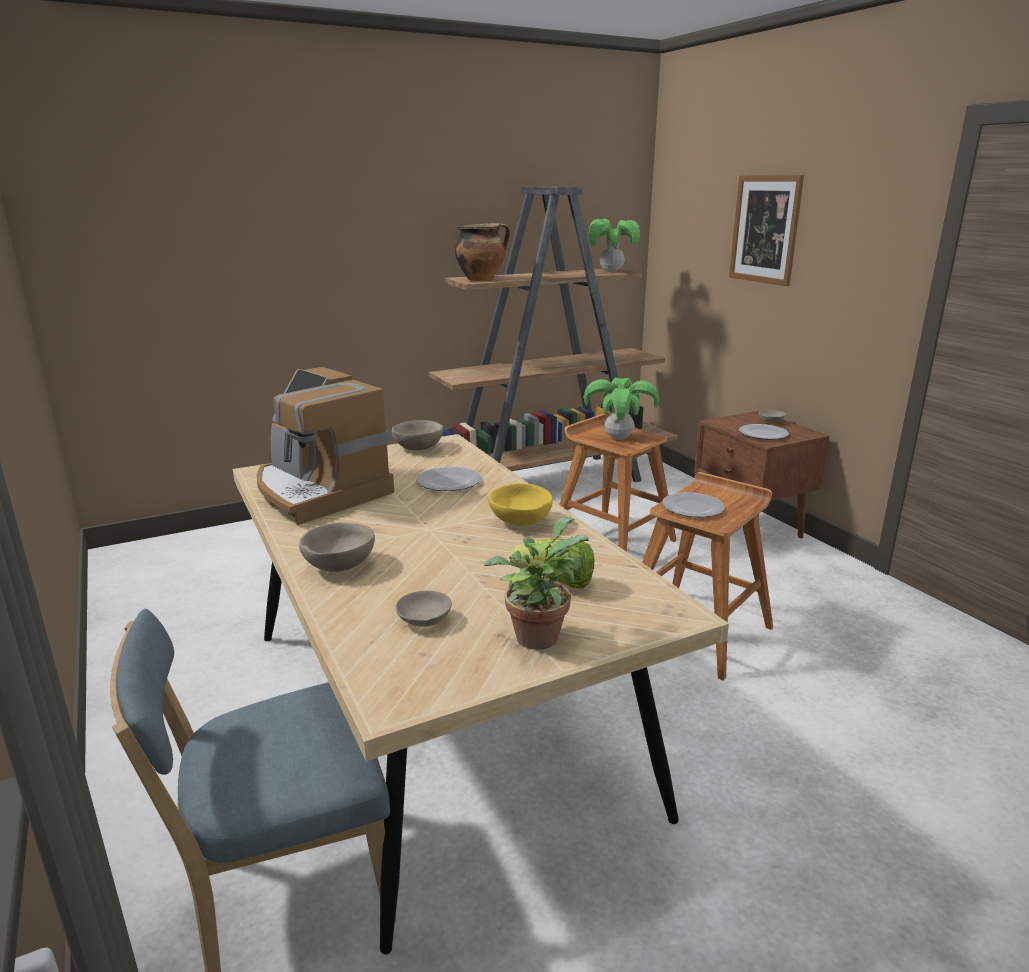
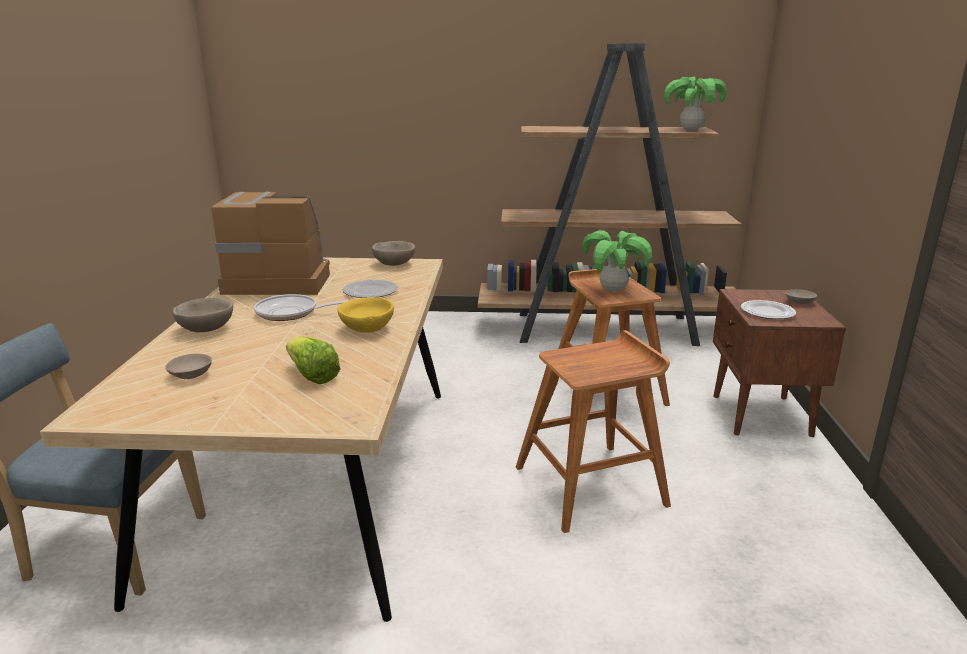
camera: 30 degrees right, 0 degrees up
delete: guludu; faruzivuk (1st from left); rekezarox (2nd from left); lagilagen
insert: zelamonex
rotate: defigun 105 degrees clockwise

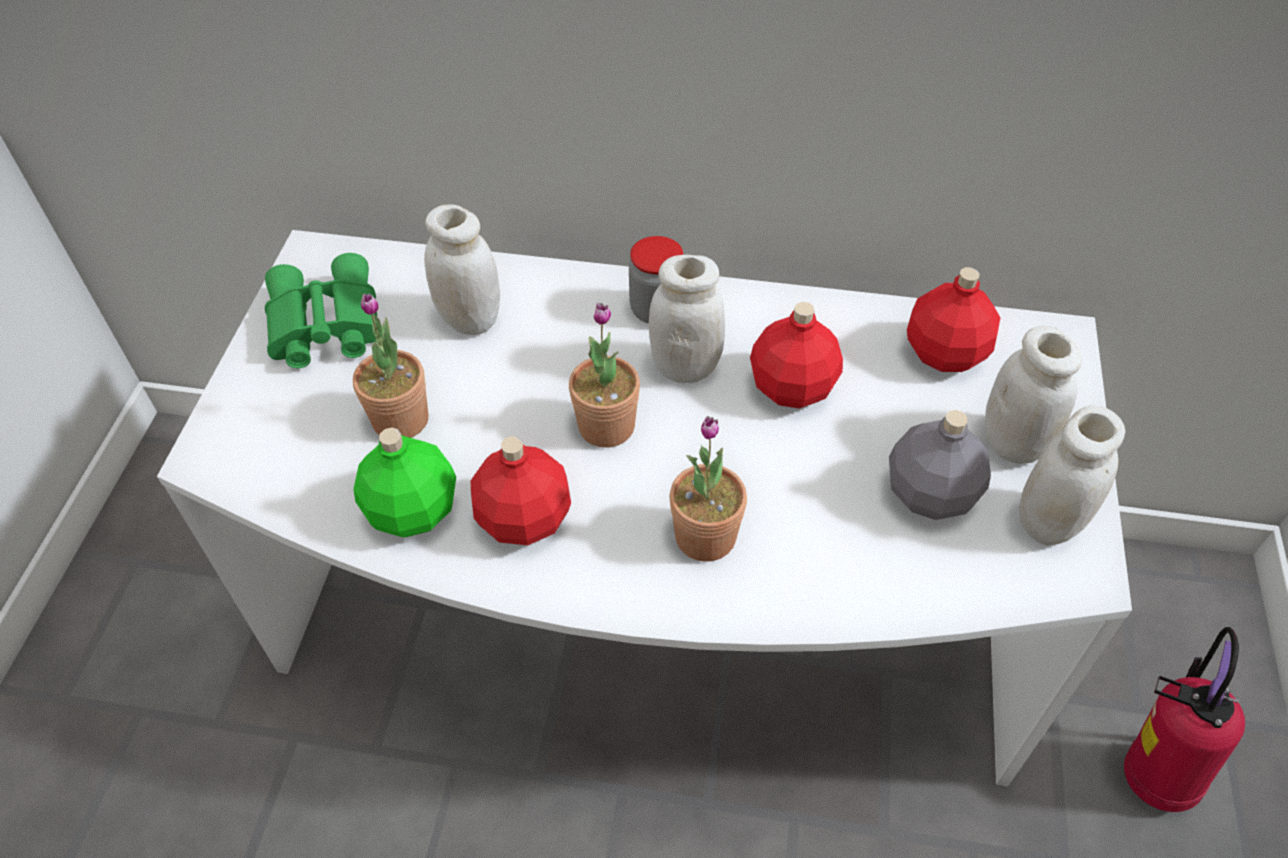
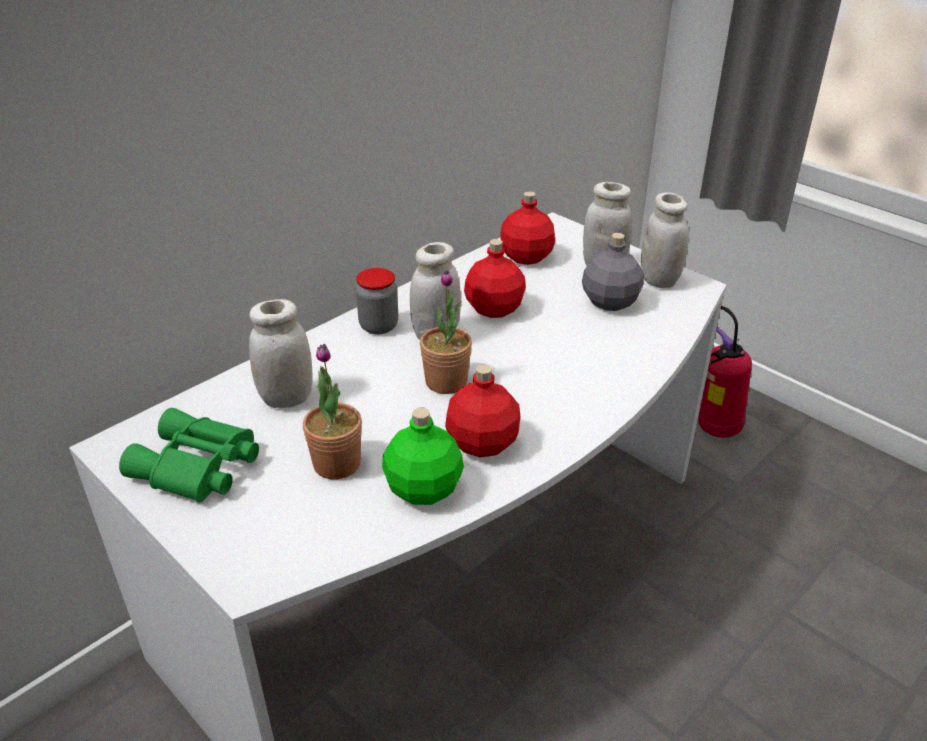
camera: 55 degrees left, 15 degrees down
delete: faruzivuk (3rd from left)

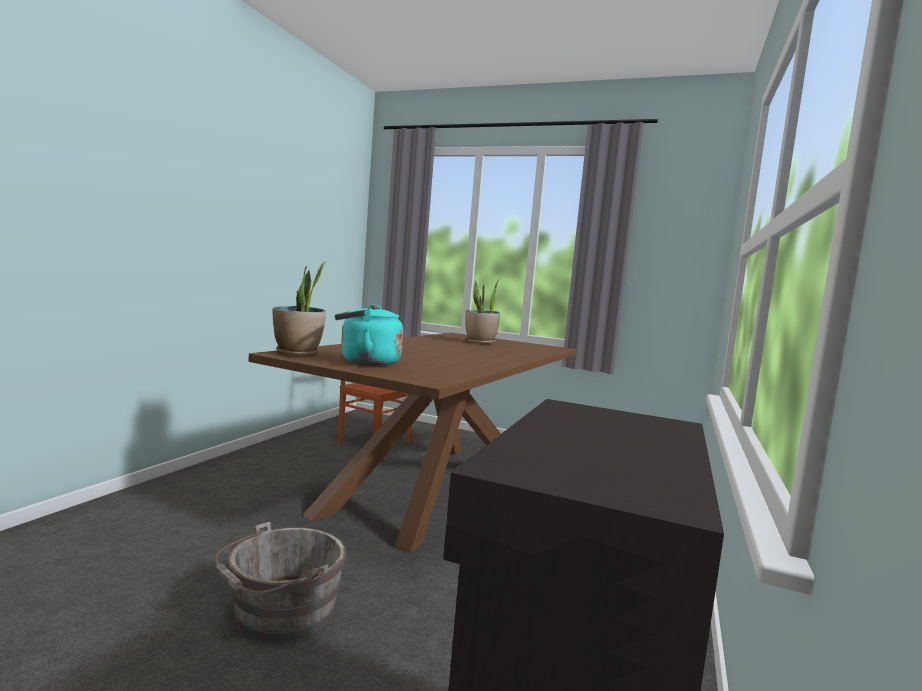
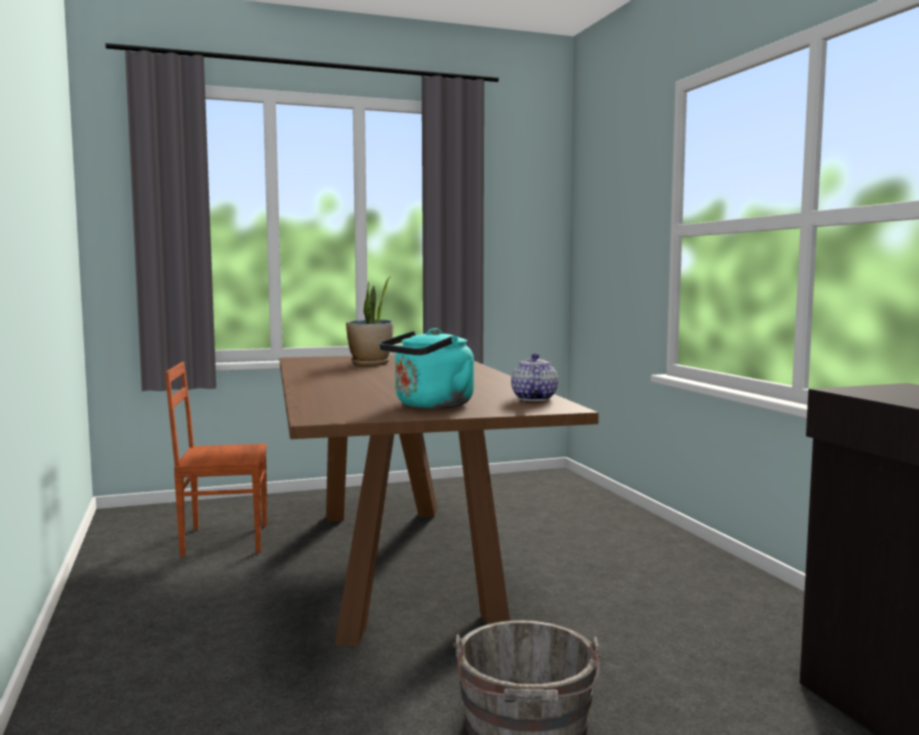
camera: 40 degrees left, 0 degrees up
delete: faruzivuk (1st from left)
insert: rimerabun

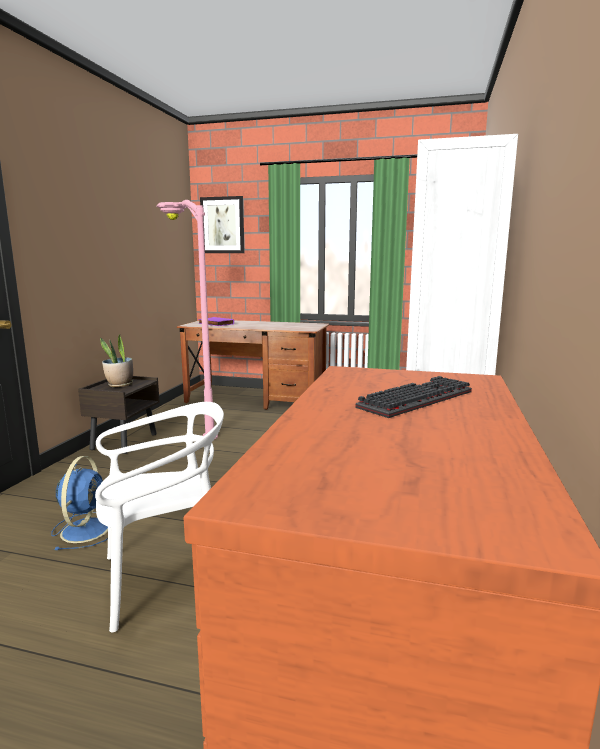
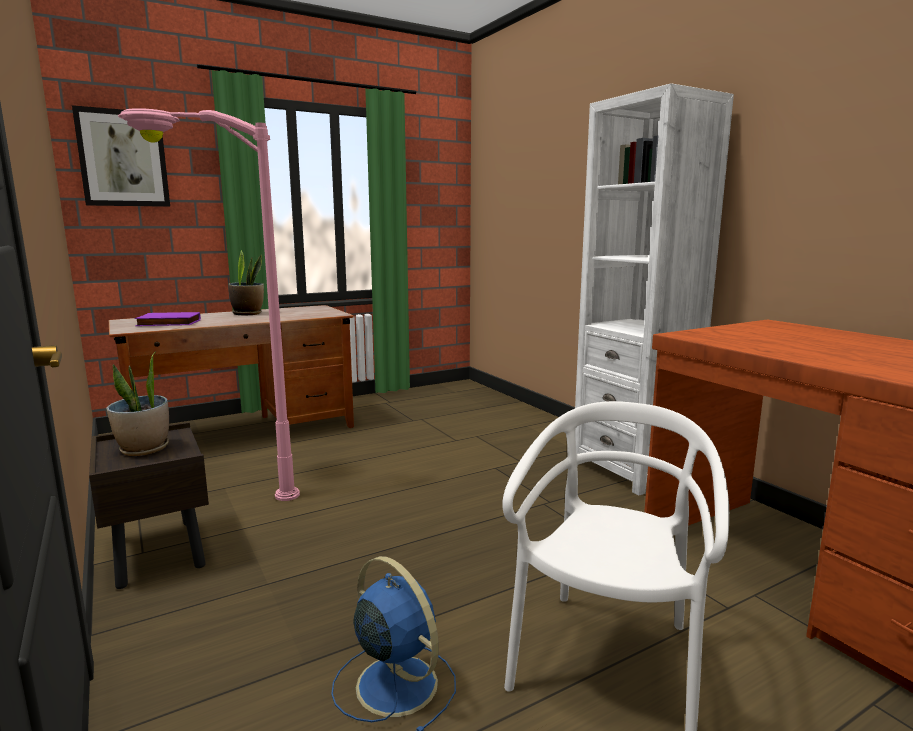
camera: 45 degrees left, 0 degrees up
delete: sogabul
insert: faruzivuk (2nd from left)

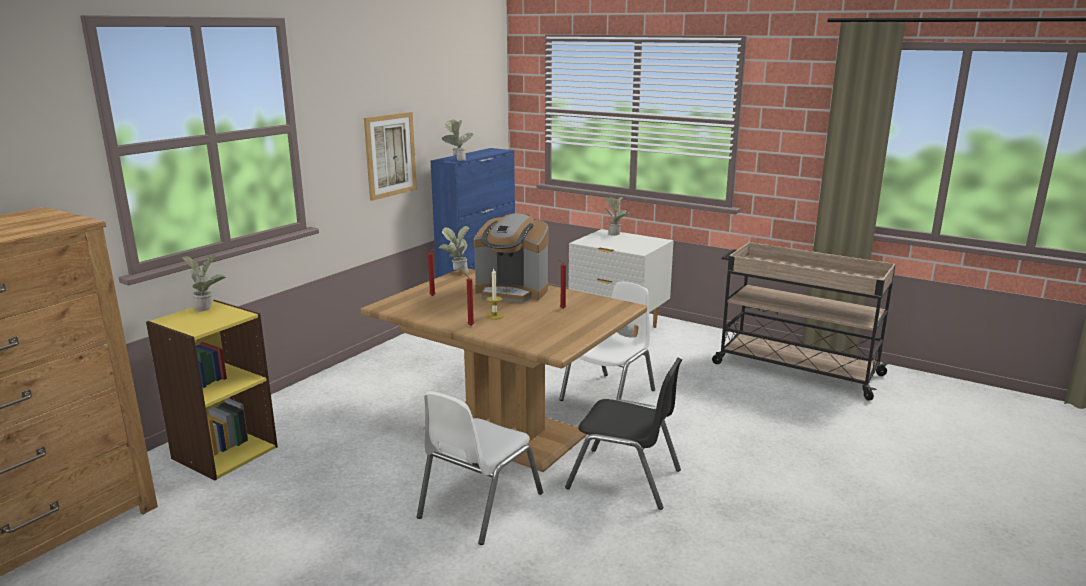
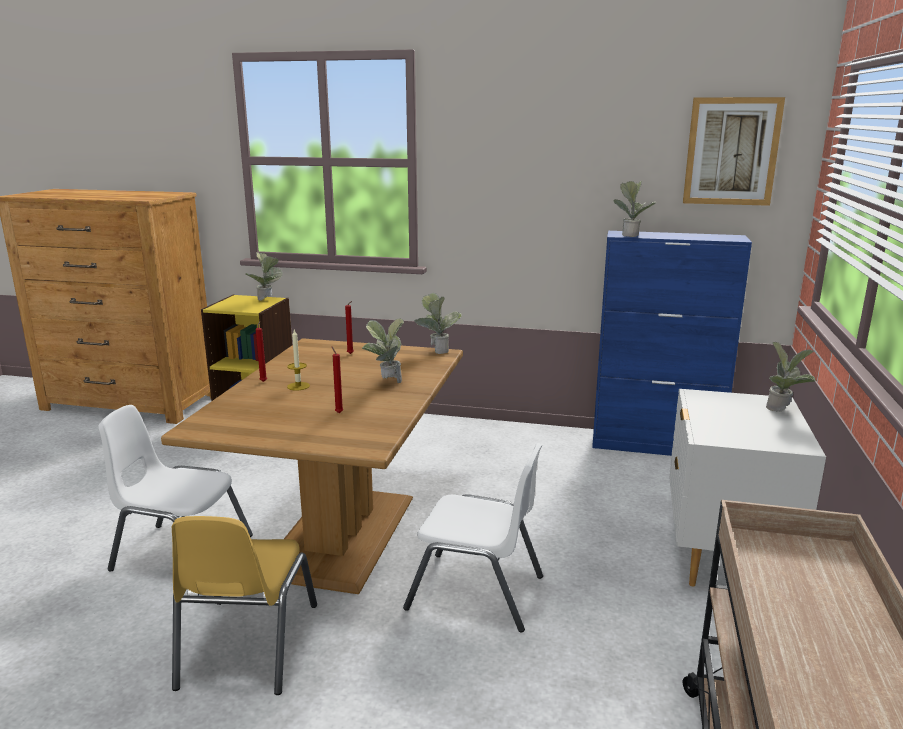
camera: 70 degrees right, 0 degrees up
move: lagilagen
replace: defigun to faruzivuk (2nd from left)
recolor: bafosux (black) to bafosux (yellow)

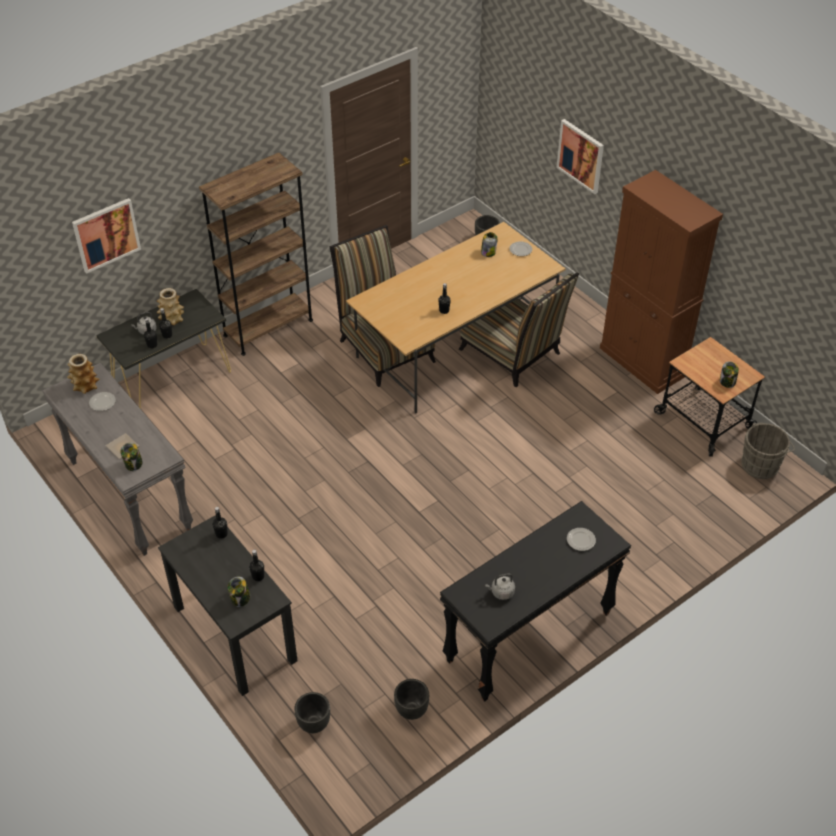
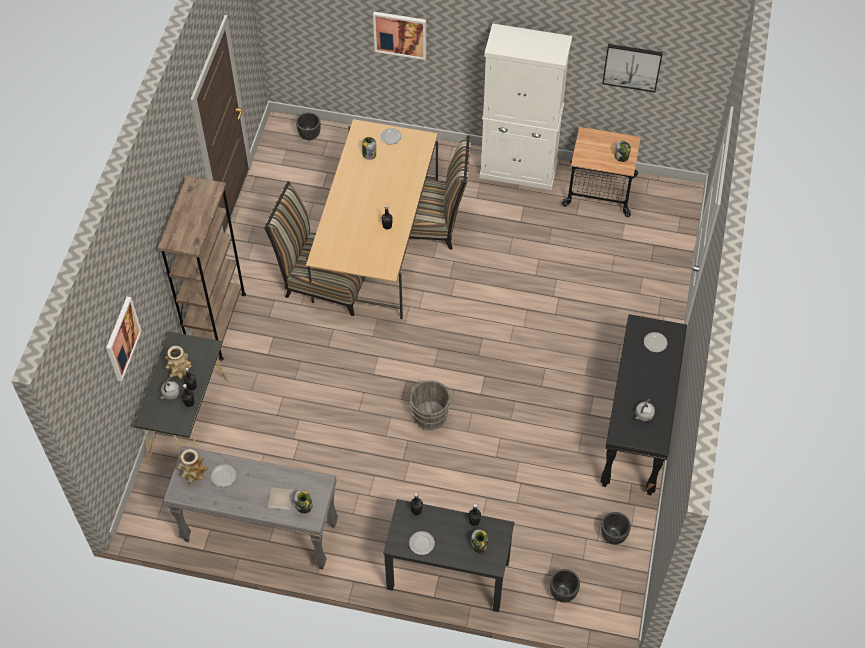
camera: 40 degrees left, 10 degrees up
insert: rekezarox (4th from left); lagilagen (3rd from left)
move: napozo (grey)
recolor: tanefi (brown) to tanefi (white)

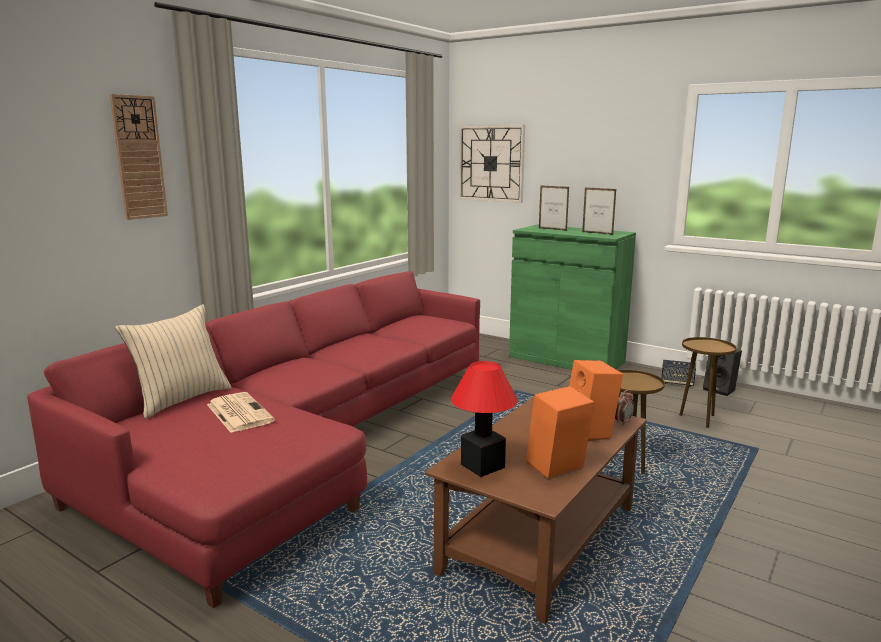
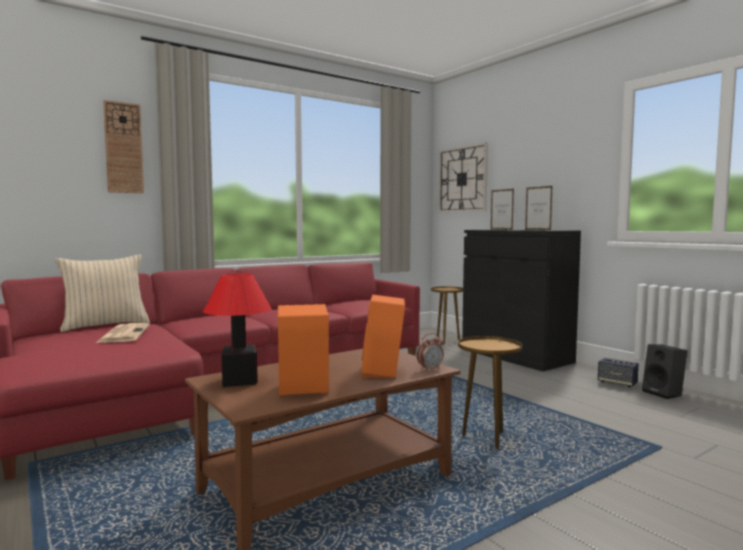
camera: 20 degrees right, 10 degrees down
move: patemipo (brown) (2nd from left in the first image) to patemipo (brown) (1st from left)
recolor: tanefi (green) to tanefi (black)

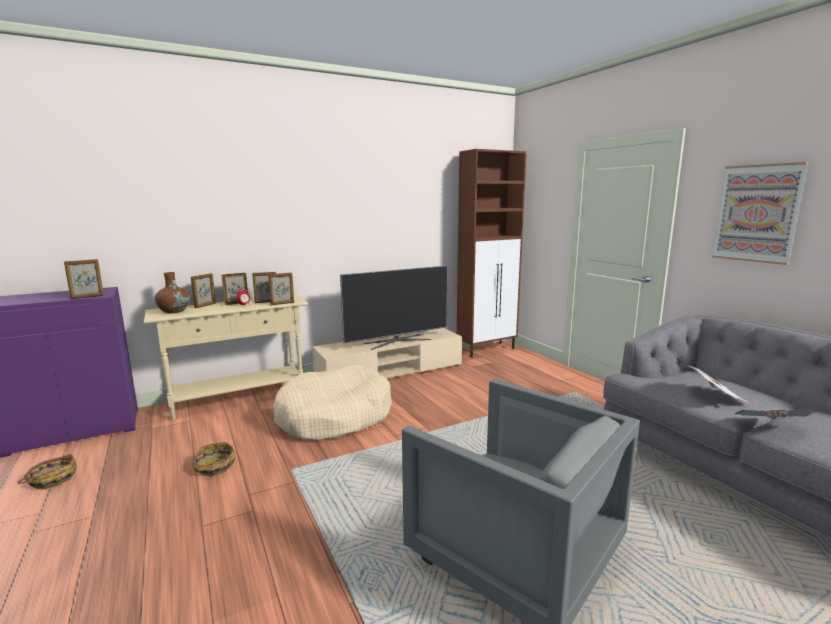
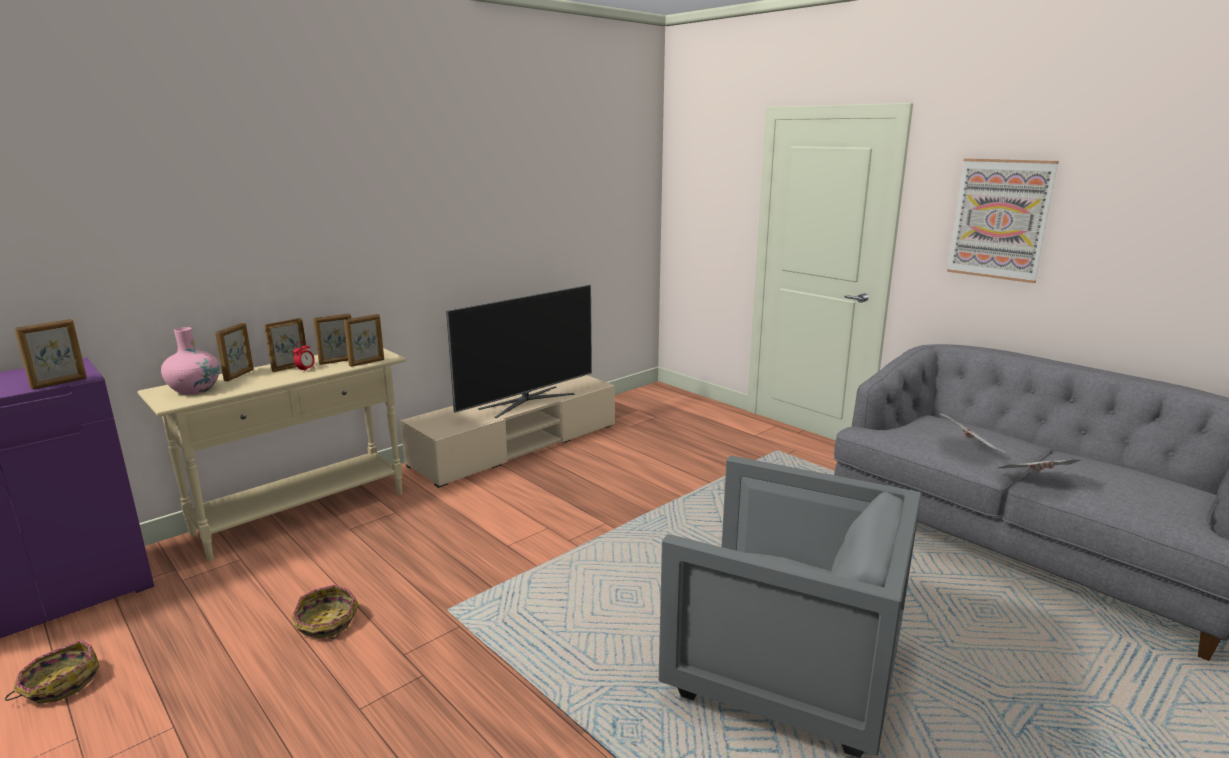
camera: 15 degrees left, 5 degrees up
delete: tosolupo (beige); tanefi (brown)
recolor: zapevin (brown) to zapevin (pink)

